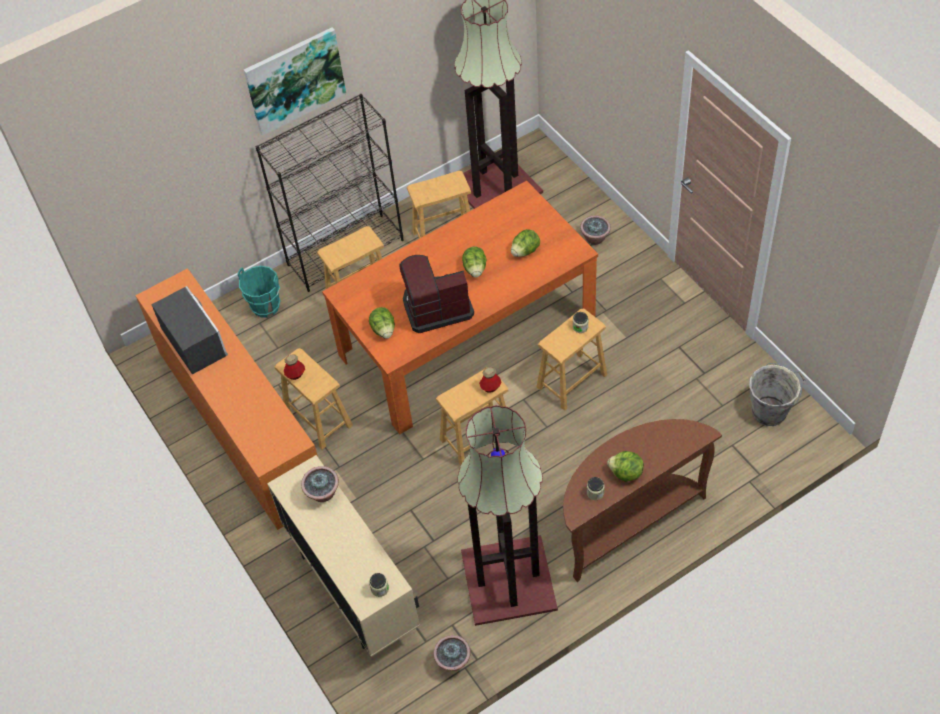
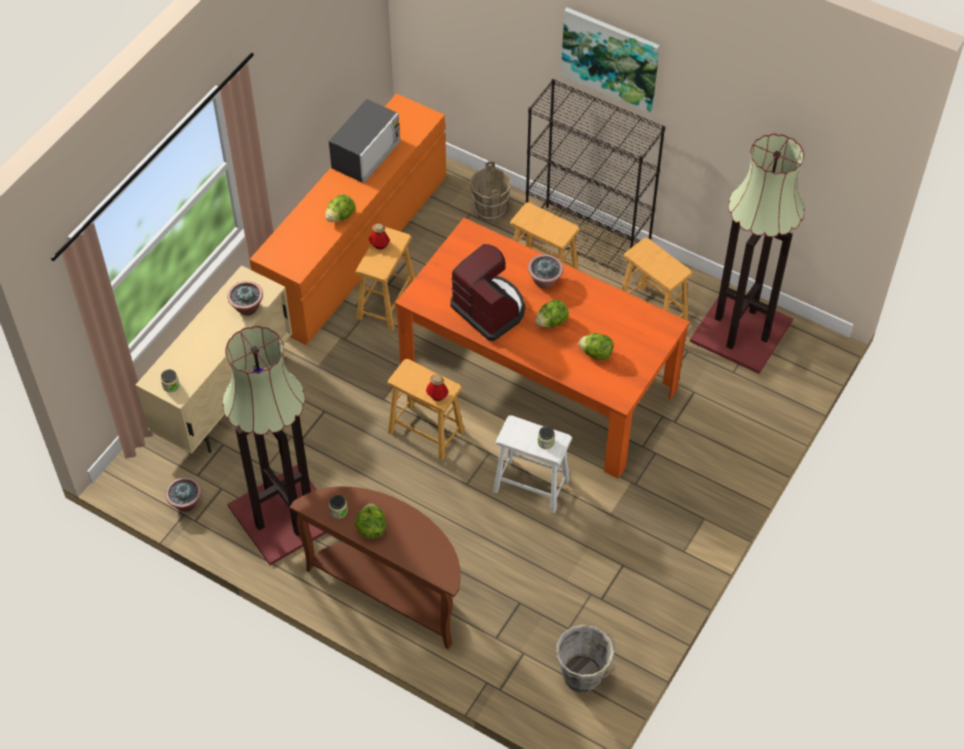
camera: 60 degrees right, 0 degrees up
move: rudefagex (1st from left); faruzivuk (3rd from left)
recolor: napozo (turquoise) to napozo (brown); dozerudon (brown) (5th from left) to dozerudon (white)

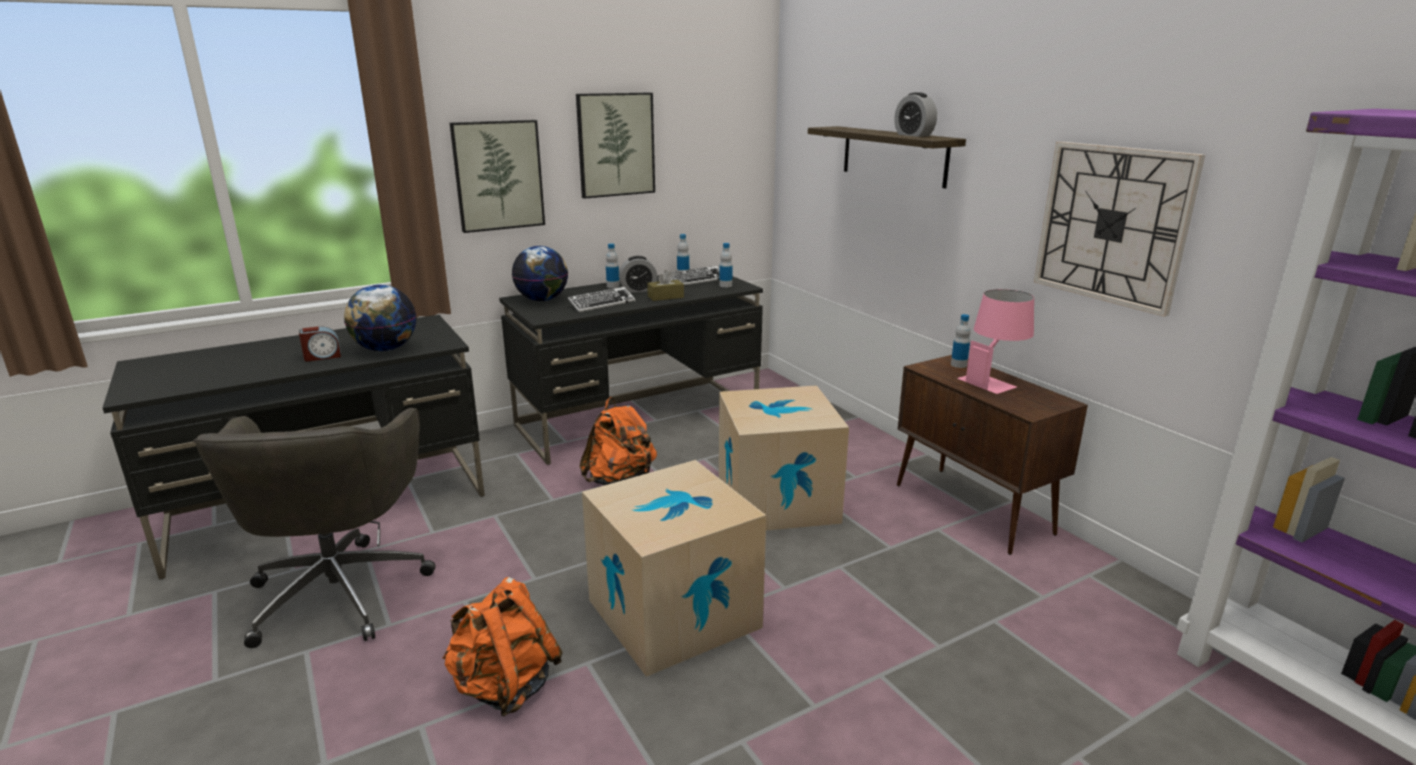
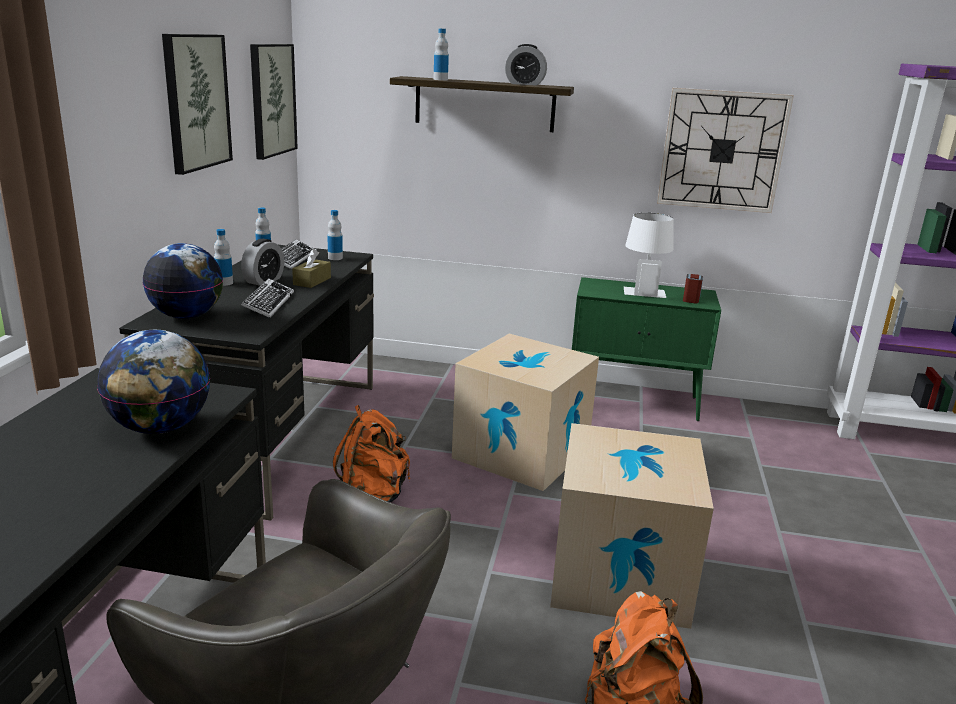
camera: 50 degrees left, 0 degrees up
move: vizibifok (1st from left in the first image) to vizibifok (3rd from left); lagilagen (1st from left in the first image) to lagilagen (2nd from left); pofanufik (4th from left)
recolor: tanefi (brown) to tanefi (green); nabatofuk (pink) to nabatofuk (white)

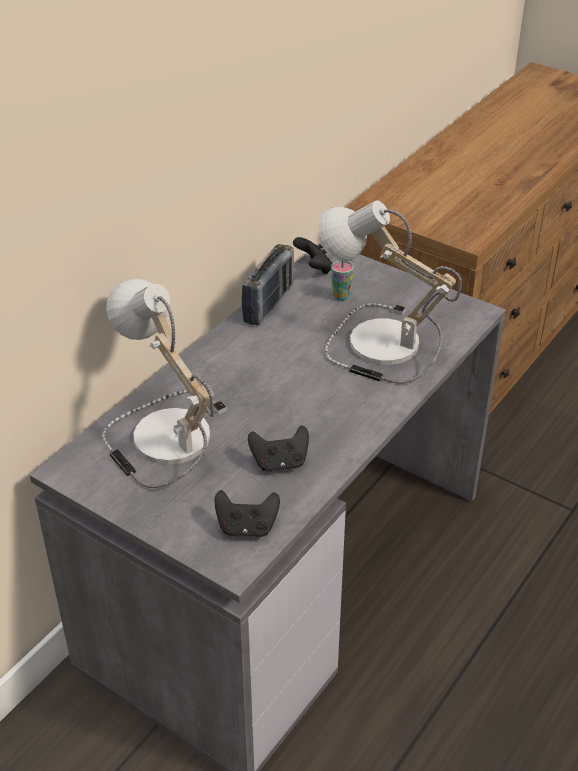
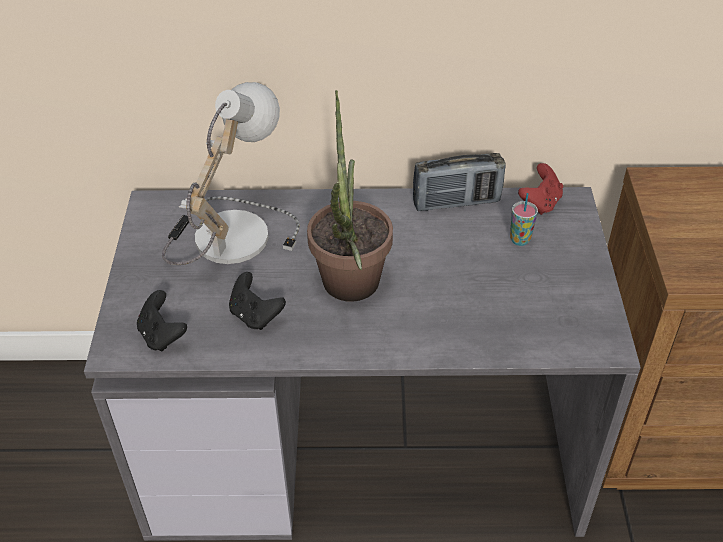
camera: 55 degrees right, 5 degrees up
delete: nabatofuk (2nd from left)
insert: faruzivuk
recolor: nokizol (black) (3rd from left) to nokizol (red)

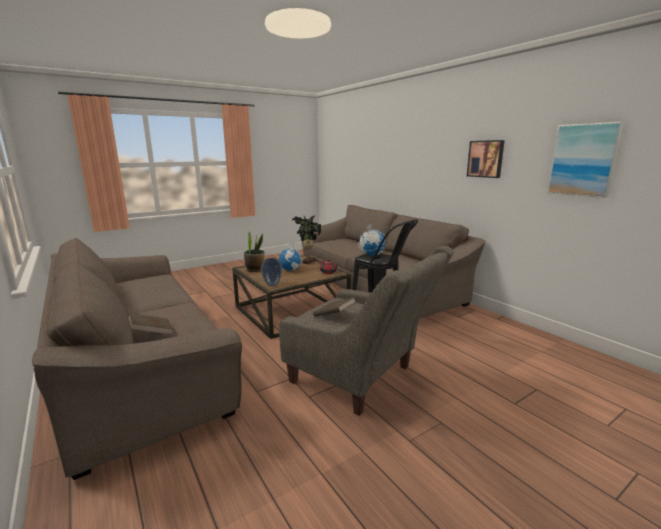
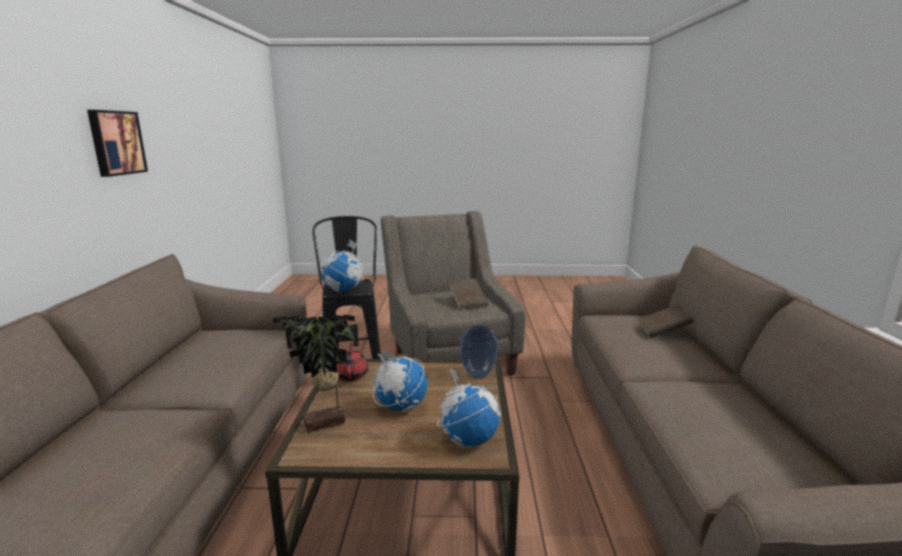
camera: 145 degrees left, 0 degrees up
delete: lagilagen (2nd from left)
replace: faruzivuk (1st from left) to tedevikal (3rd from left)

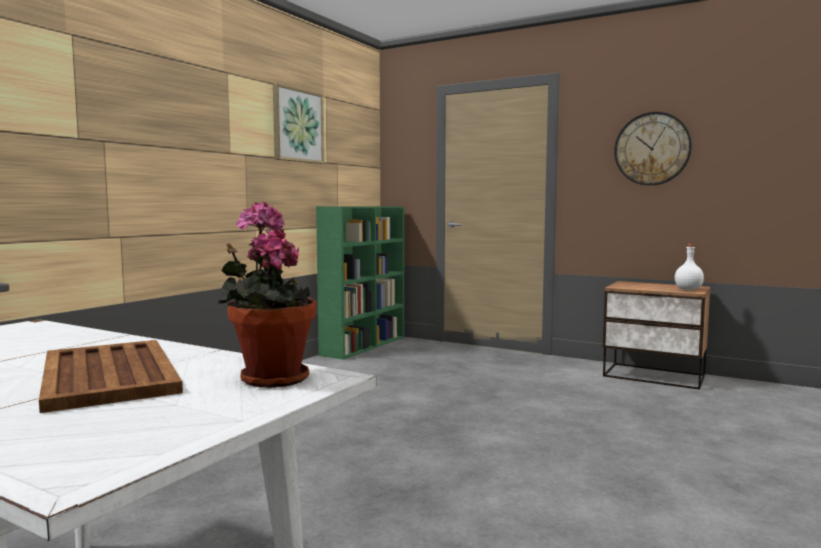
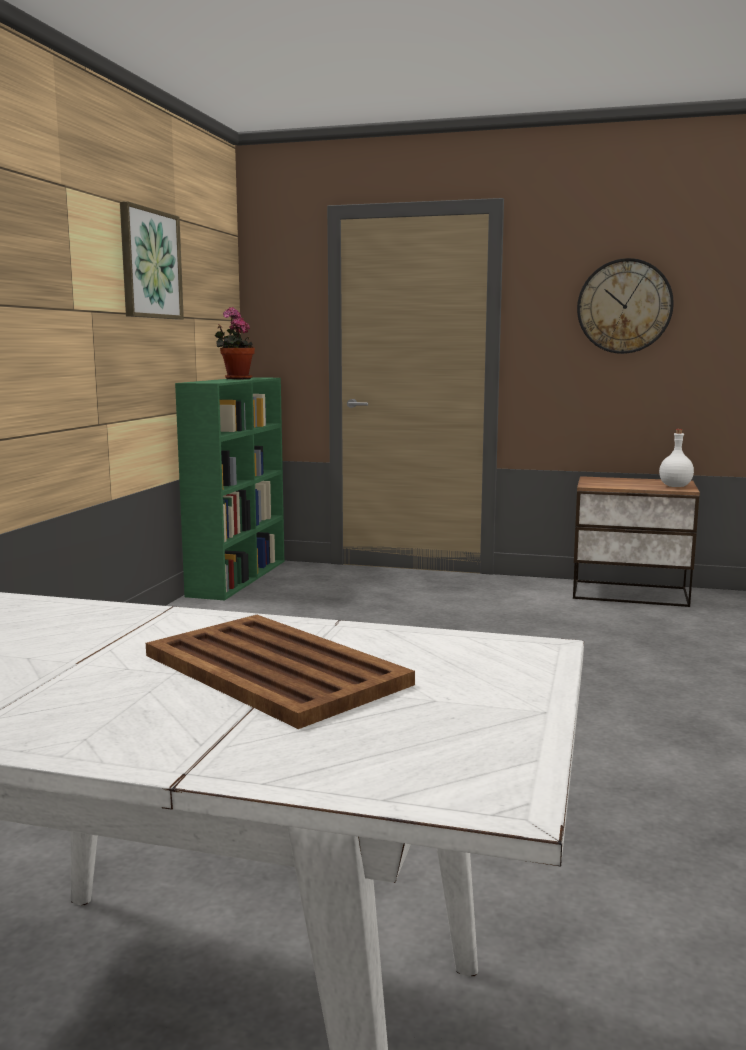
camera: 15 degrees left, 5 degrees up
move: faruzivuk

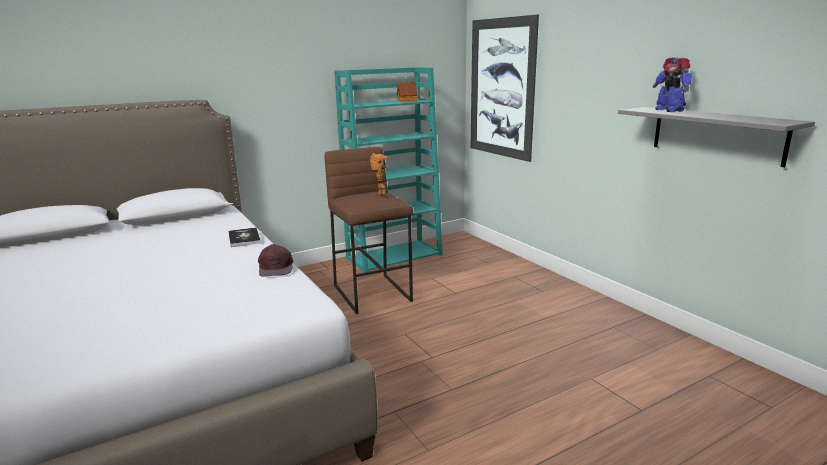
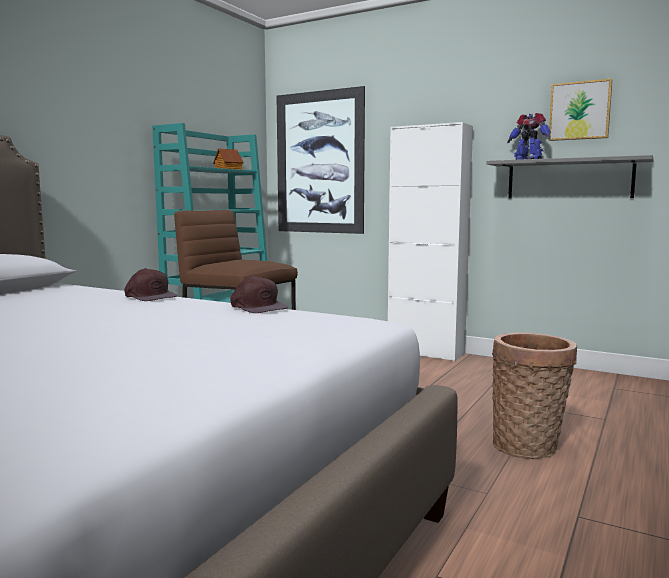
camera: 30 degrees left, 10 degrees down
delete: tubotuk (1st from left)
insert: tanefi (white); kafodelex; lagilagen (2nd from left)
replace: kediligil to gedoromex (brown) (1st from left)

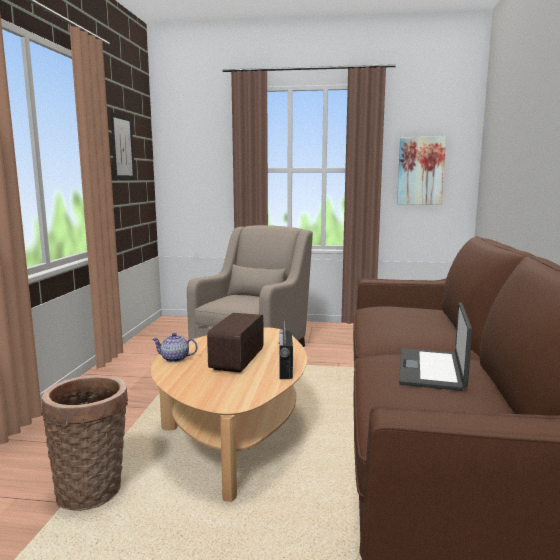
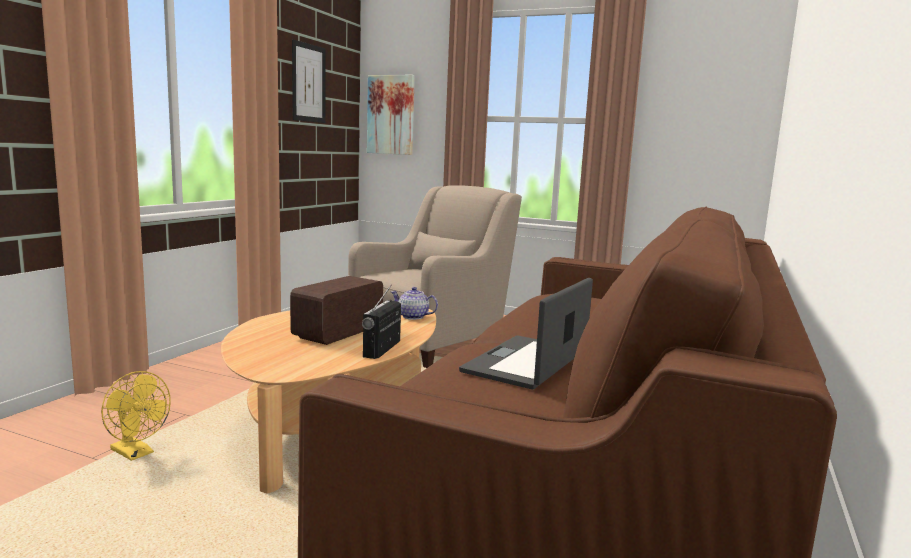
camera: 15 degrees right, 0 degrees up
move: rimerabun; lagilagen (2nd from left)
replace: kafodelex to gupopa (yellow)

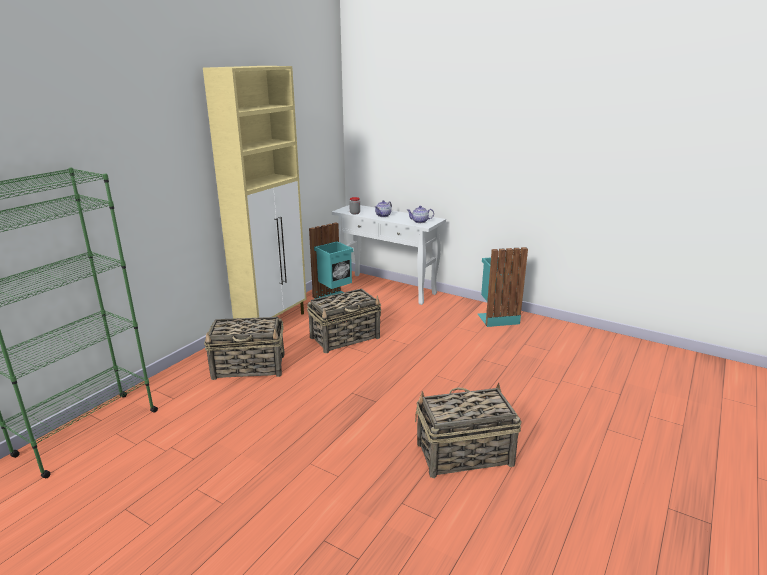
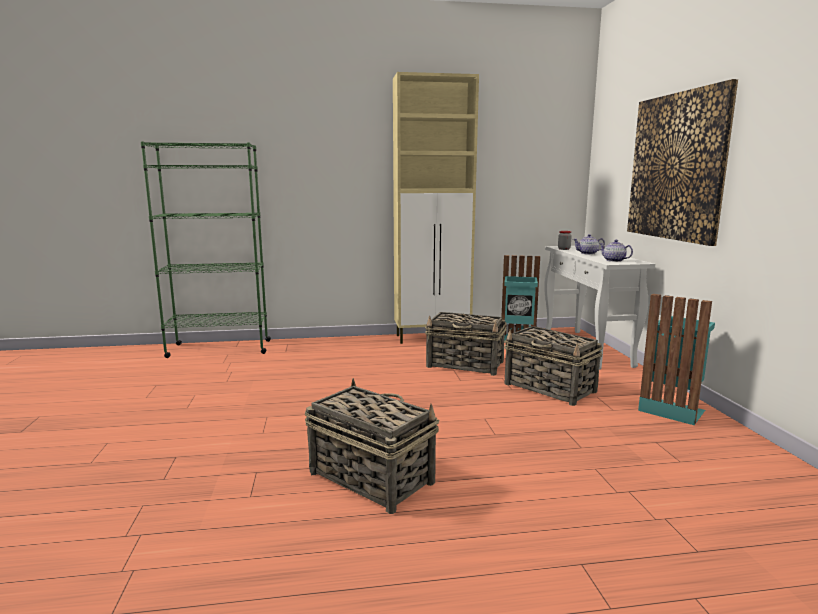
camera: 50 degrees right, 10 degrees down
insert: lagilagen
move: kafodelex (1st from left in the first image) to kafodelex (3rd from left)

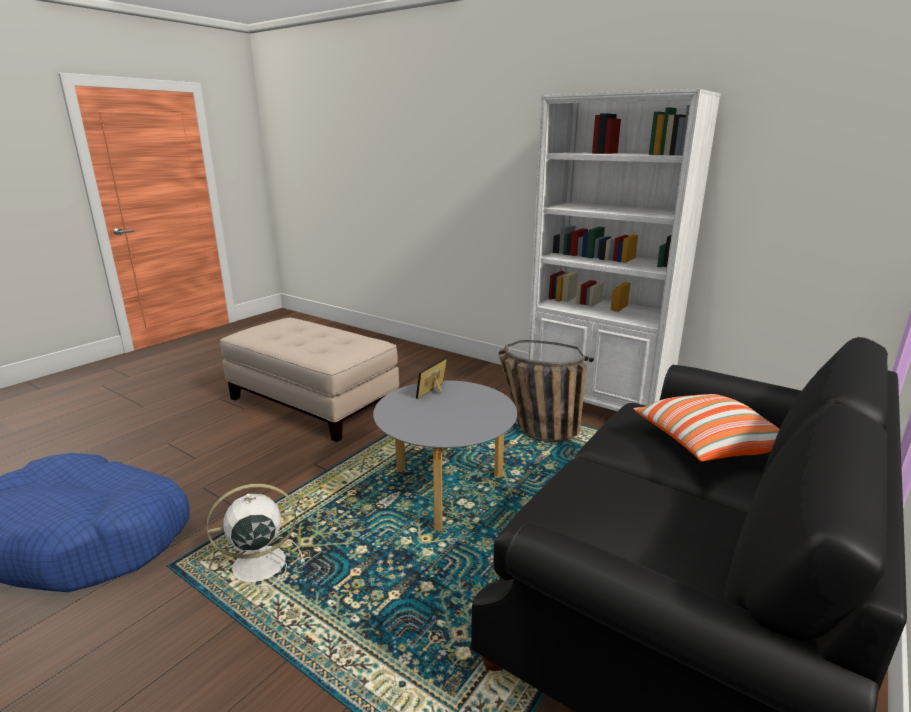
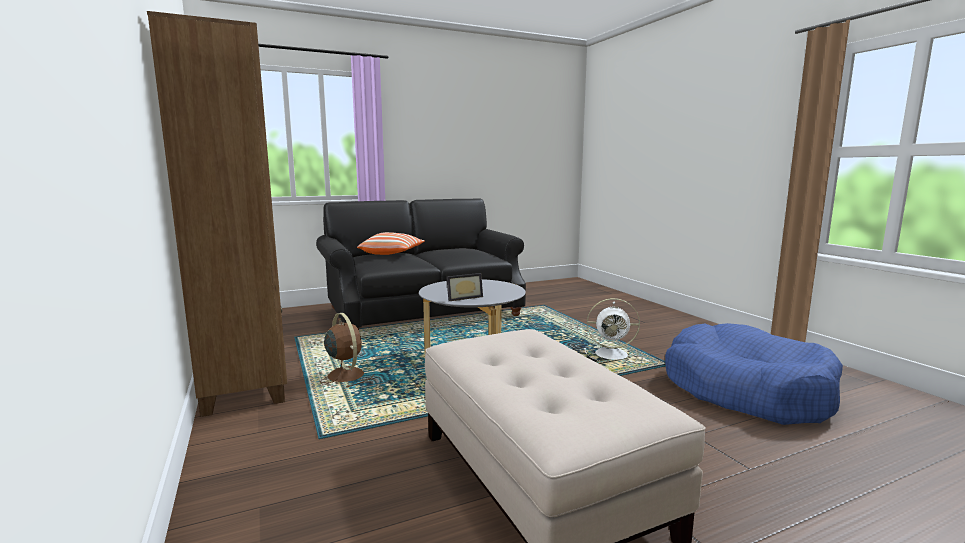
camera: 150 degrees left, 10 degrees down
replace: kafodelex to gupopa (brown)
recolor: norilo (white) to norilo (brown)

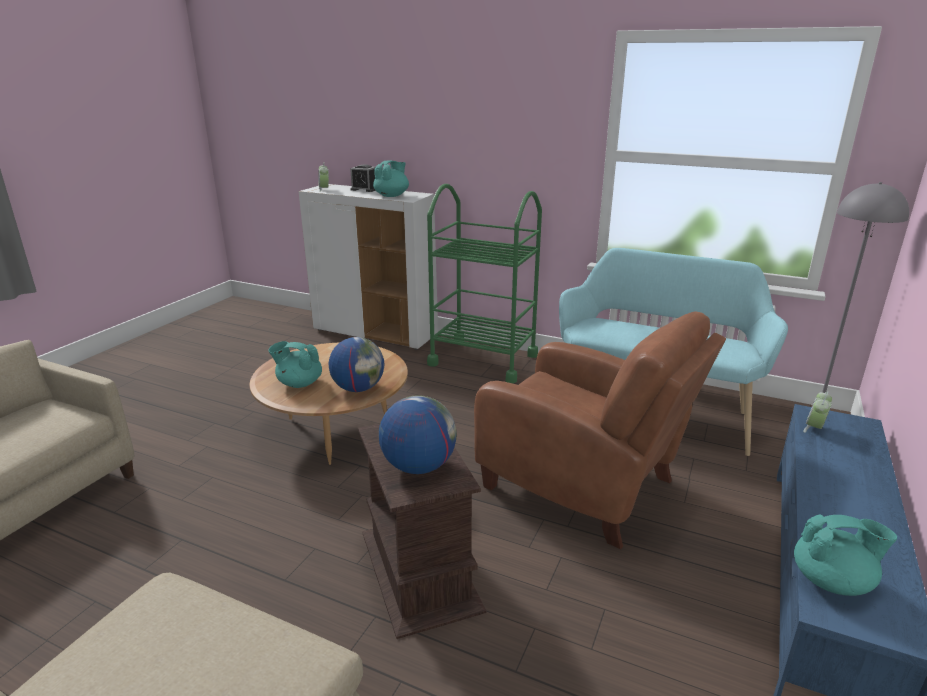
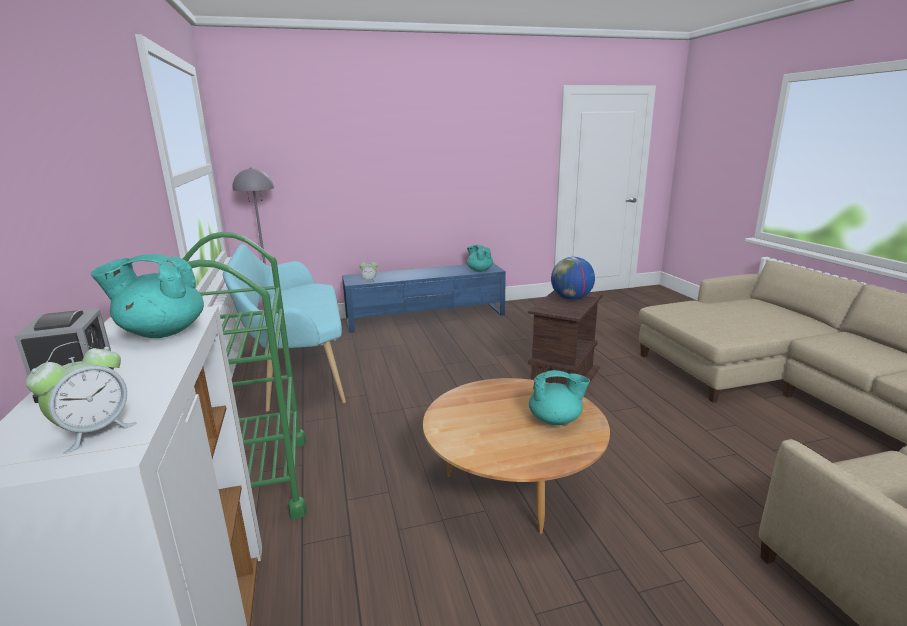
camera: 130 degrees left, 5 degrees down
delete: tedevikal (1st from left); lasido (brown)
rotate: rimerabun (turquoise) (1st from left in the first image) 60 degrees counterclockwise

